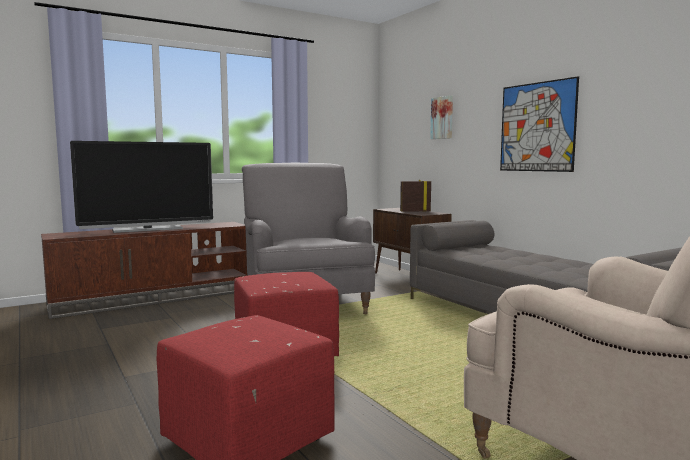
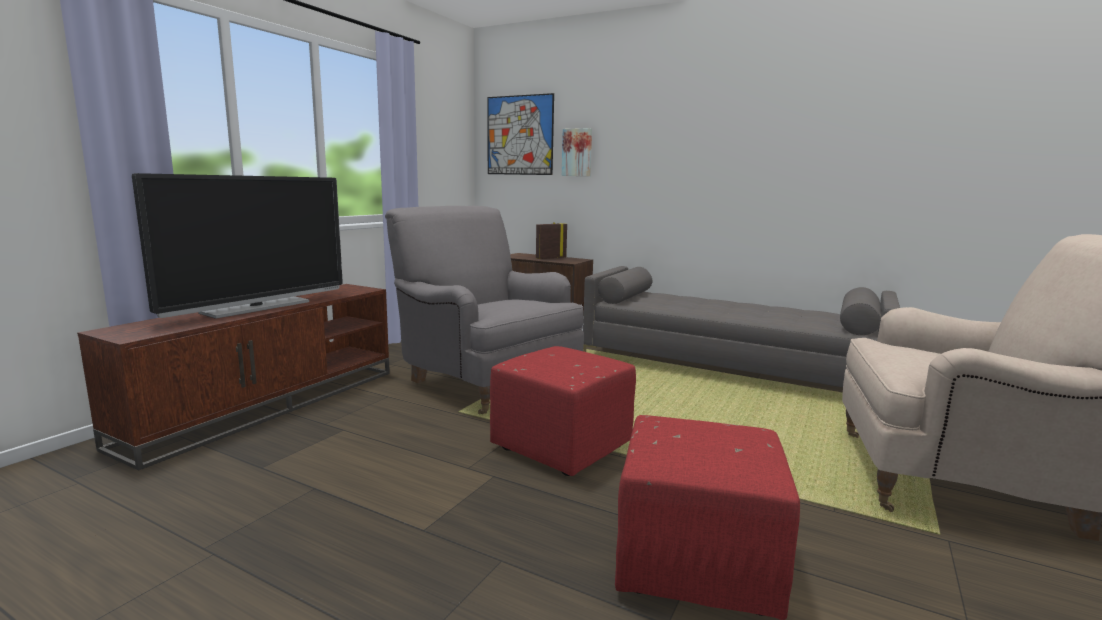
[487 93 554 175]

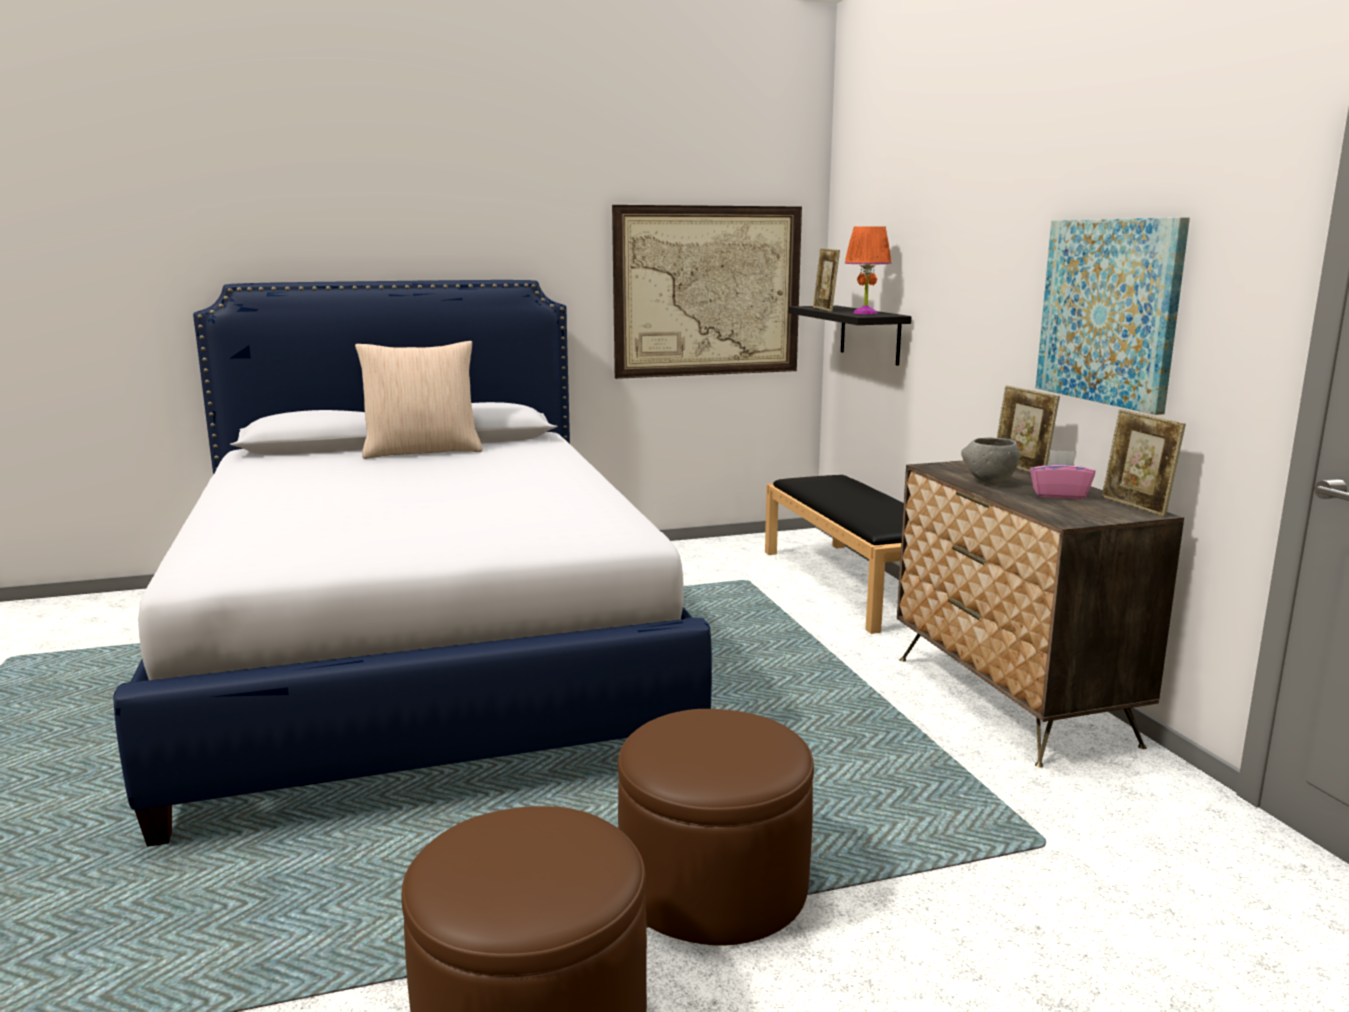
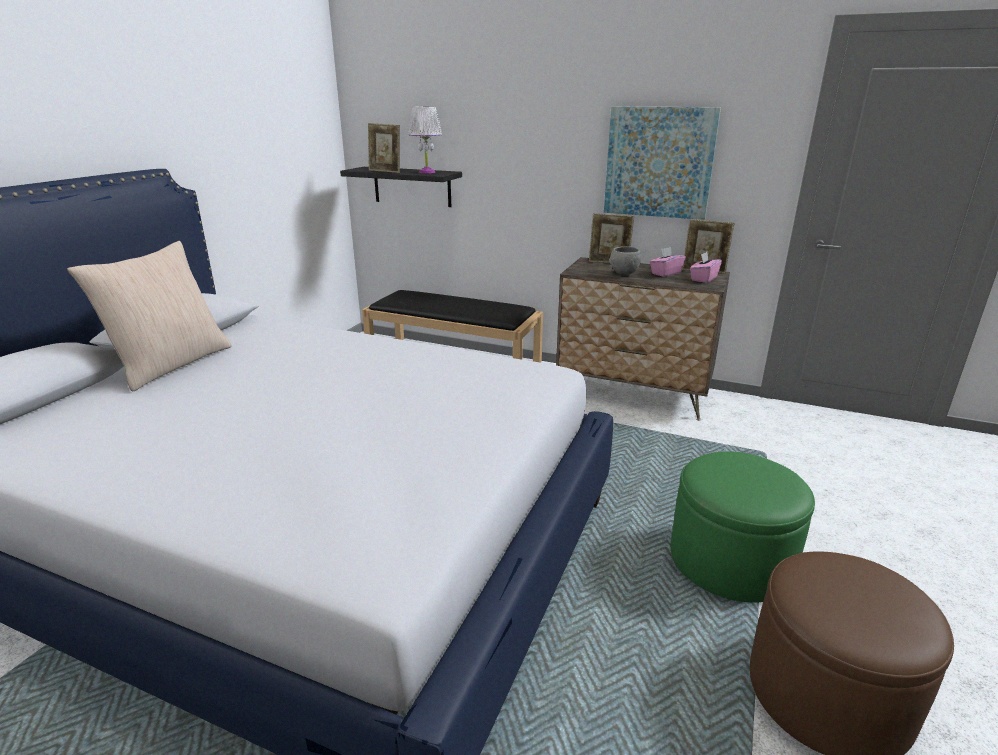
[409 107 442 173]
[671 451 815 602]
[690 252 722 283]
[612 205 802 379] (first image)

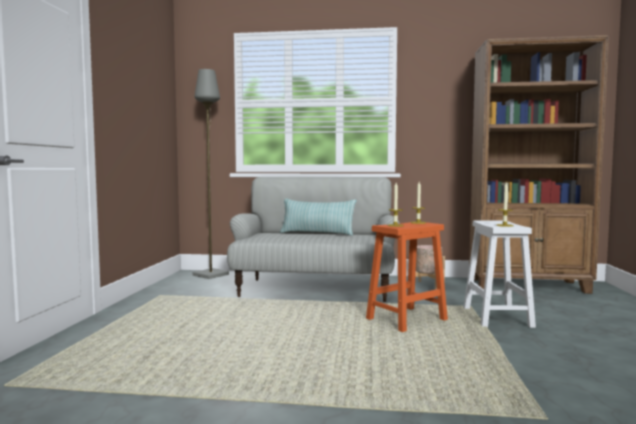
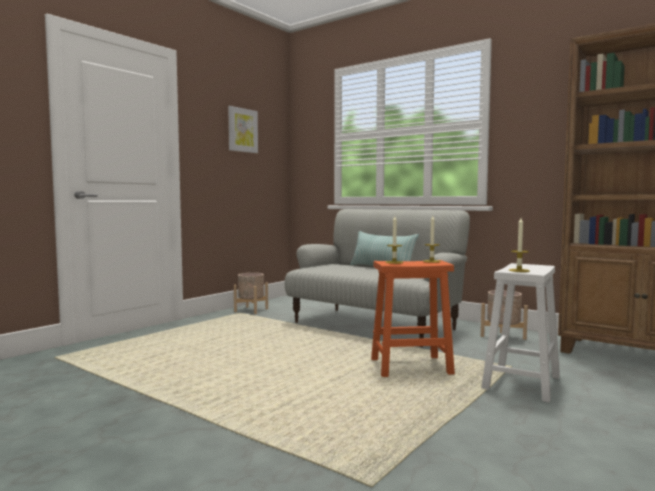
[228 106 258 153]
[234 273 268 314]
[193 69 229 279] (first image)

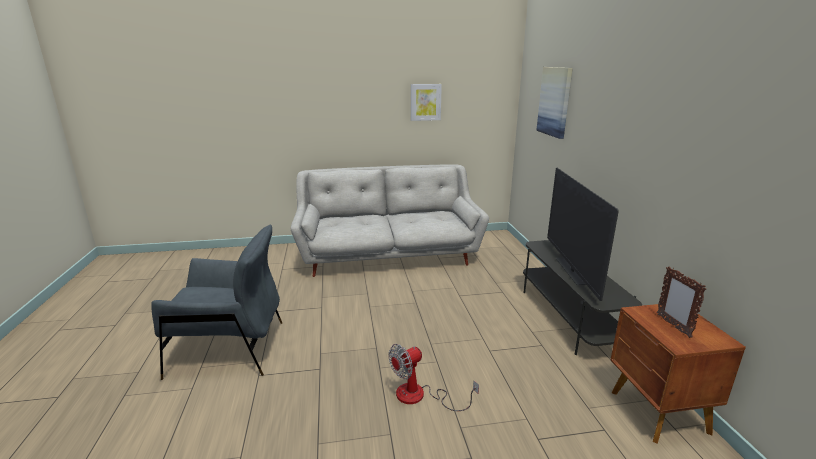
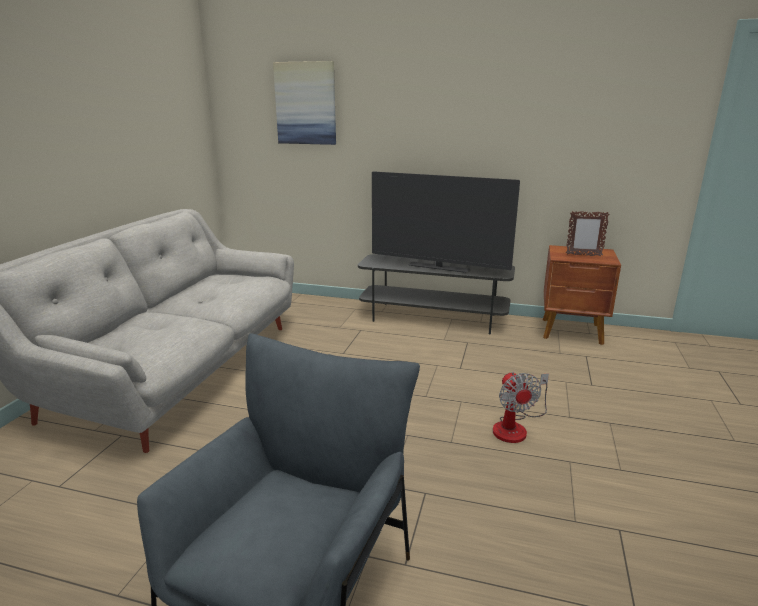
[411 84 442 121] (first image)

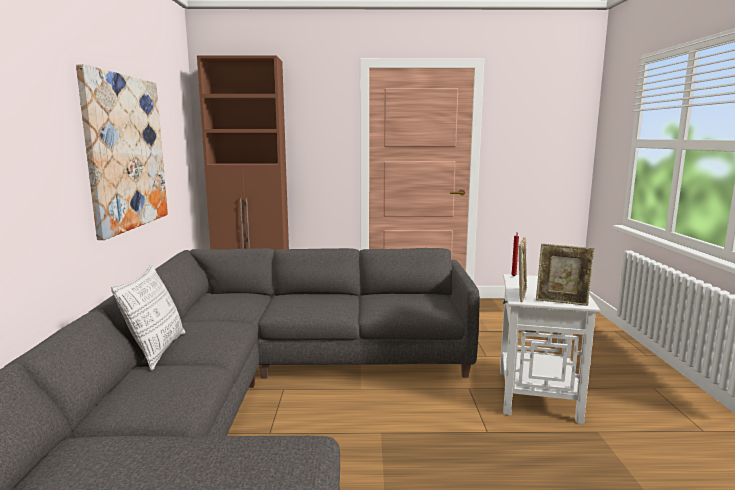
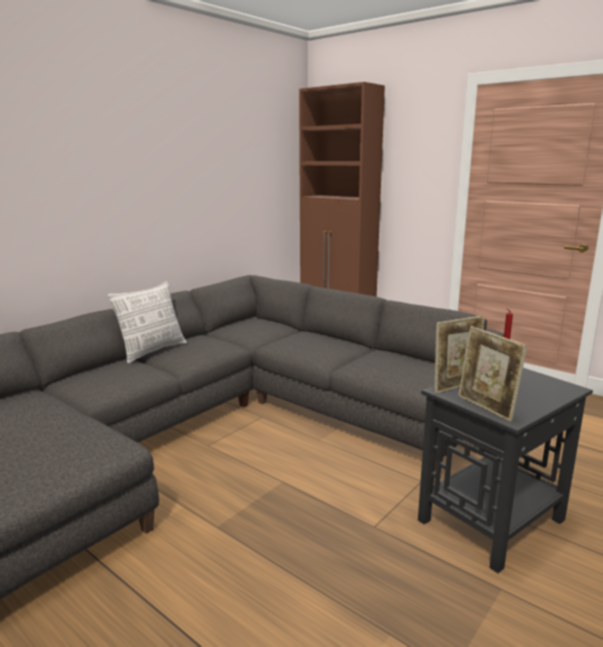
[418 368 593 573]
[76 64 168 240] (first image)

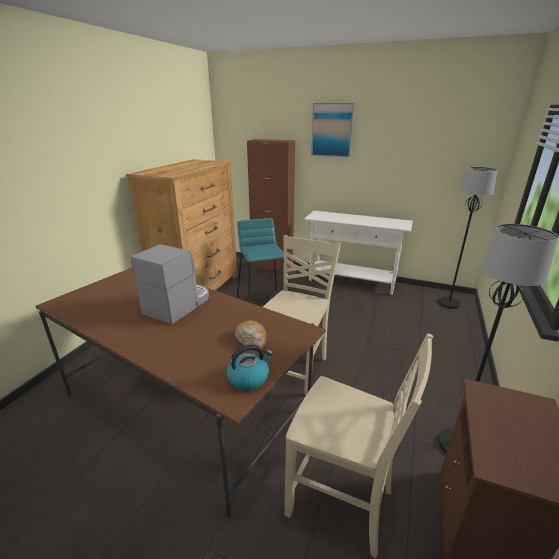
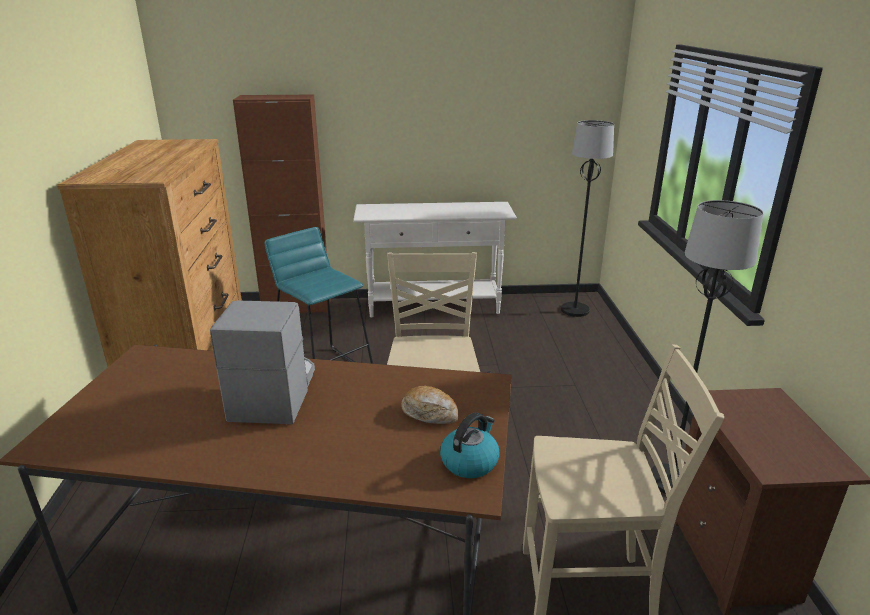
[311 103 355 158] (first image)

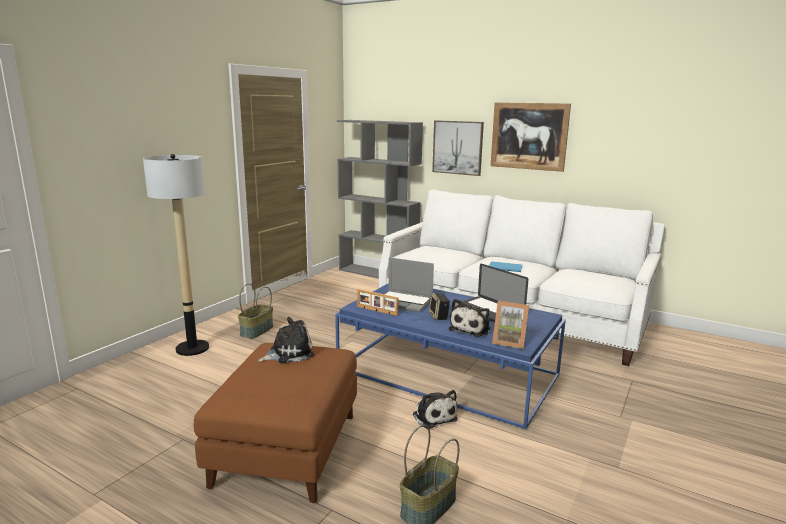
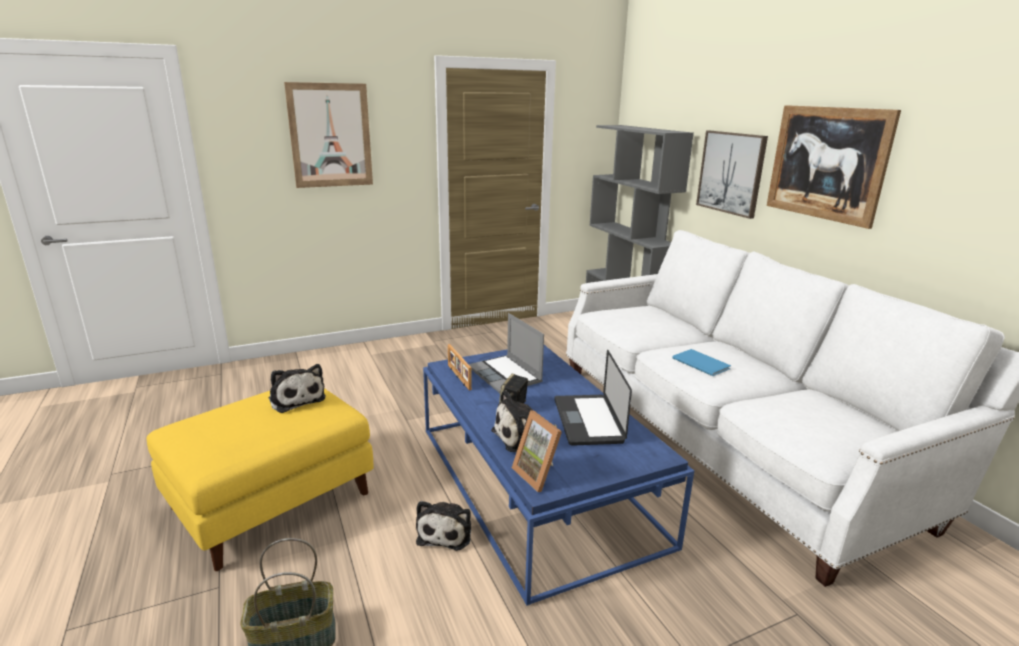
[147 388 373 571]
[269 364 326 413]
[284 82 373 188]
[143 154 209 356] (first image)
[238 284 273 339] (first image)

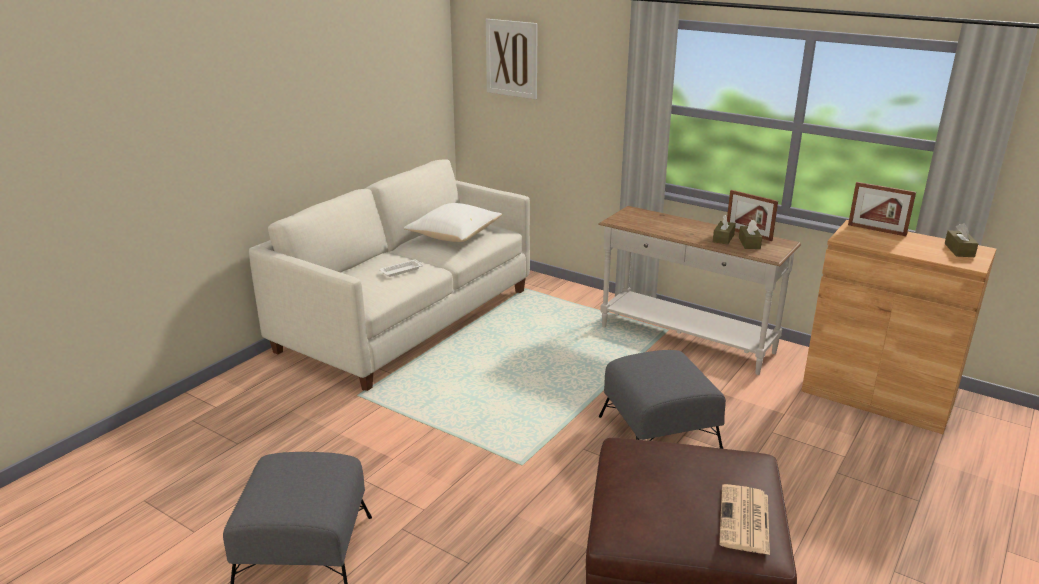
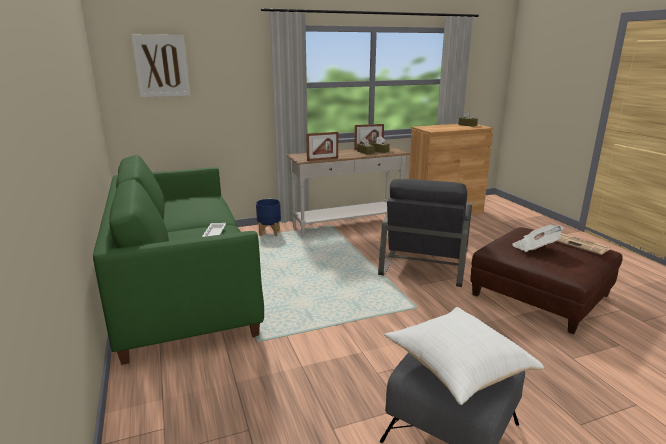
[93 155 264 365]
[256 199 281 236]
[306 132 338 161]
[378 179 472 287]
[384 307 544 405]
[512 225 564 252]

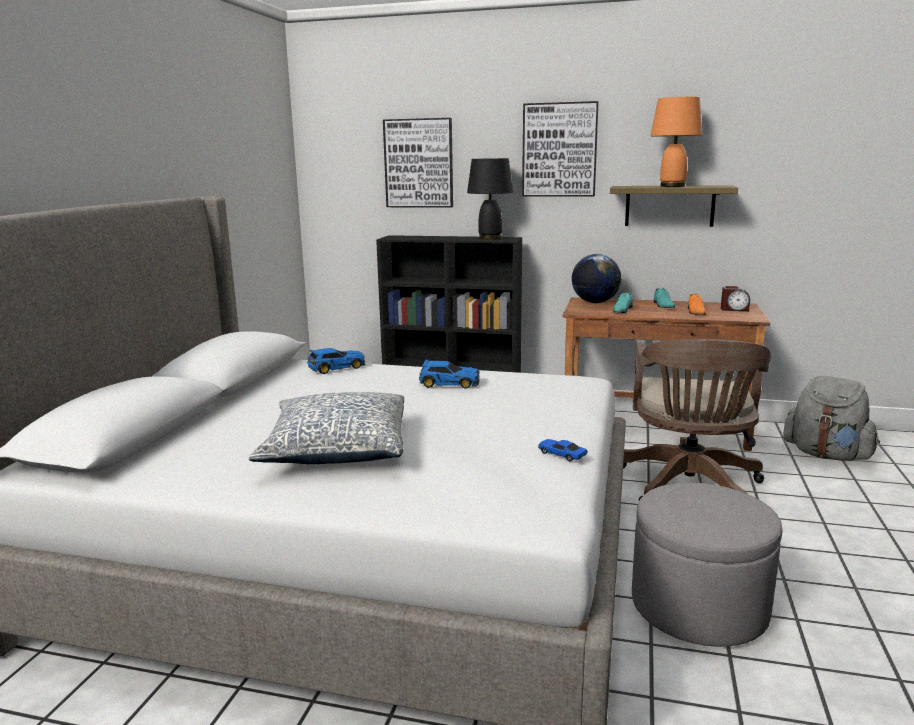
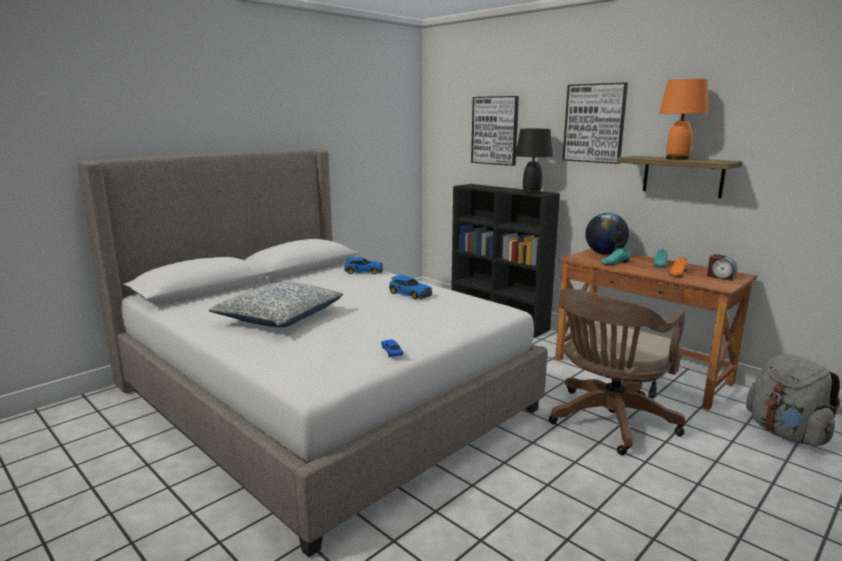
[632 483 783 647] (first image)

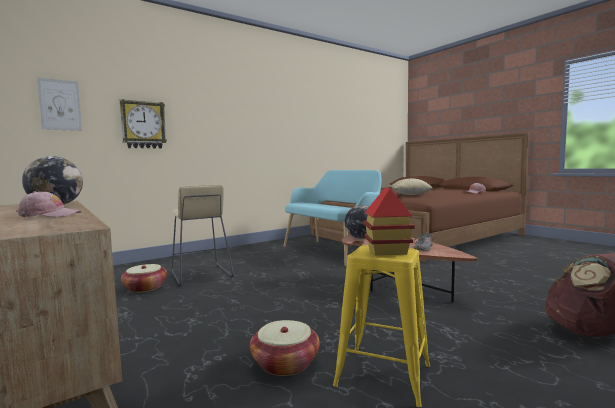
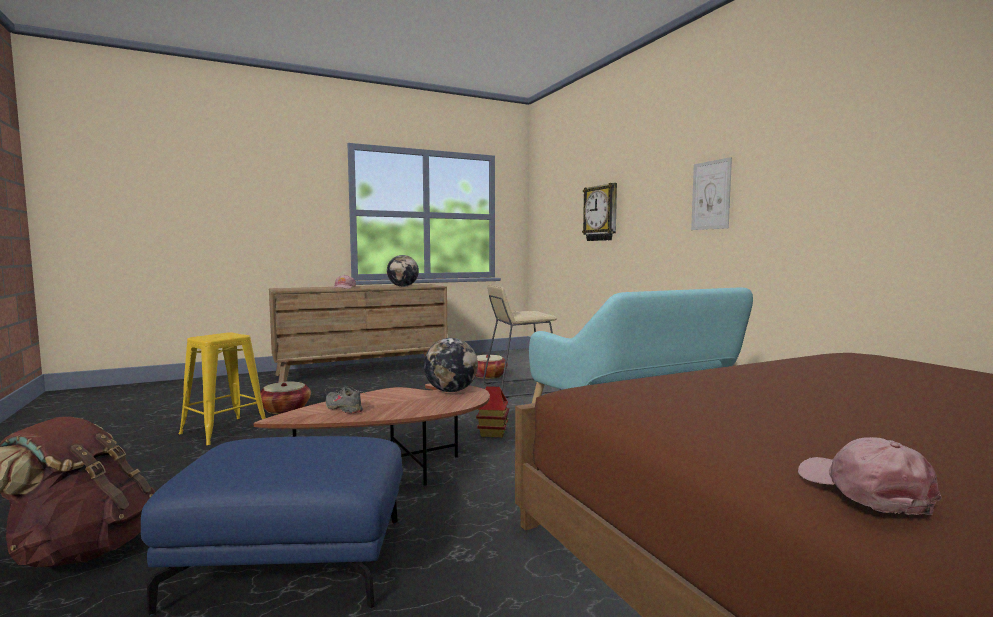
[141 436 403 615]
[476 386 509 438]
[691 157 732 230]
[391 179 433 195] (first image)

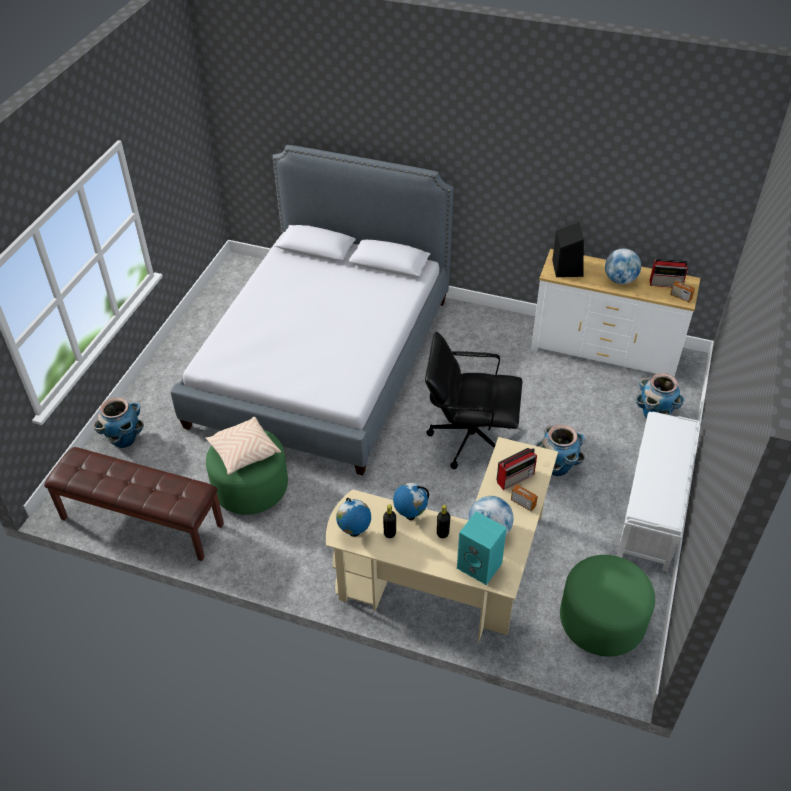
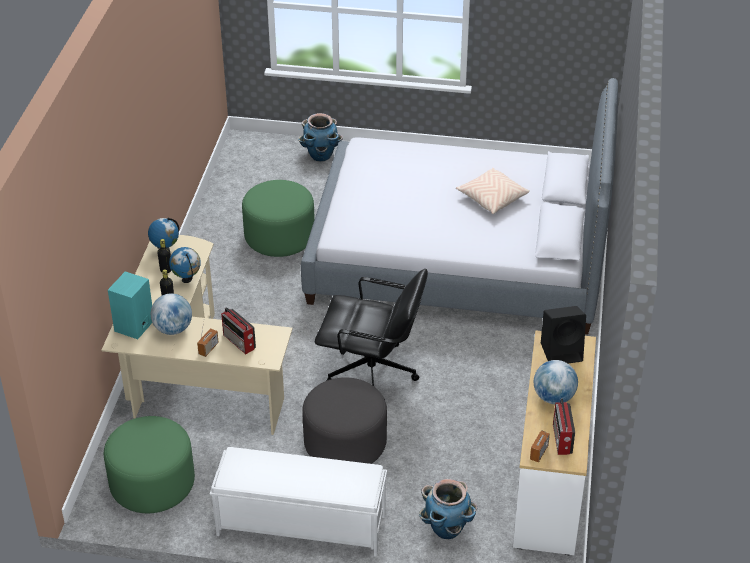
[302 377 387 464]
[315 269 428 386]
[456 168 530 214]
[44 447 224 561] (first image)

